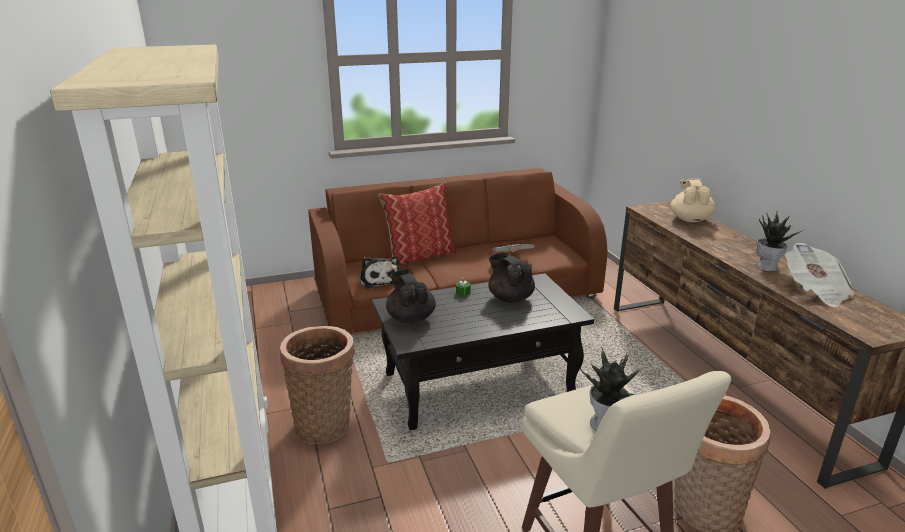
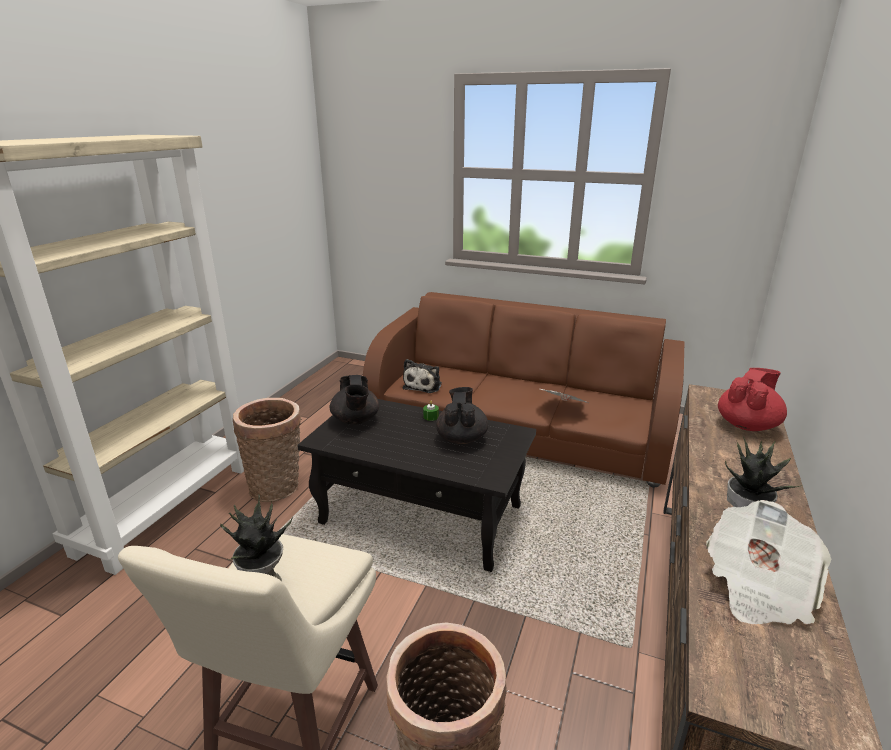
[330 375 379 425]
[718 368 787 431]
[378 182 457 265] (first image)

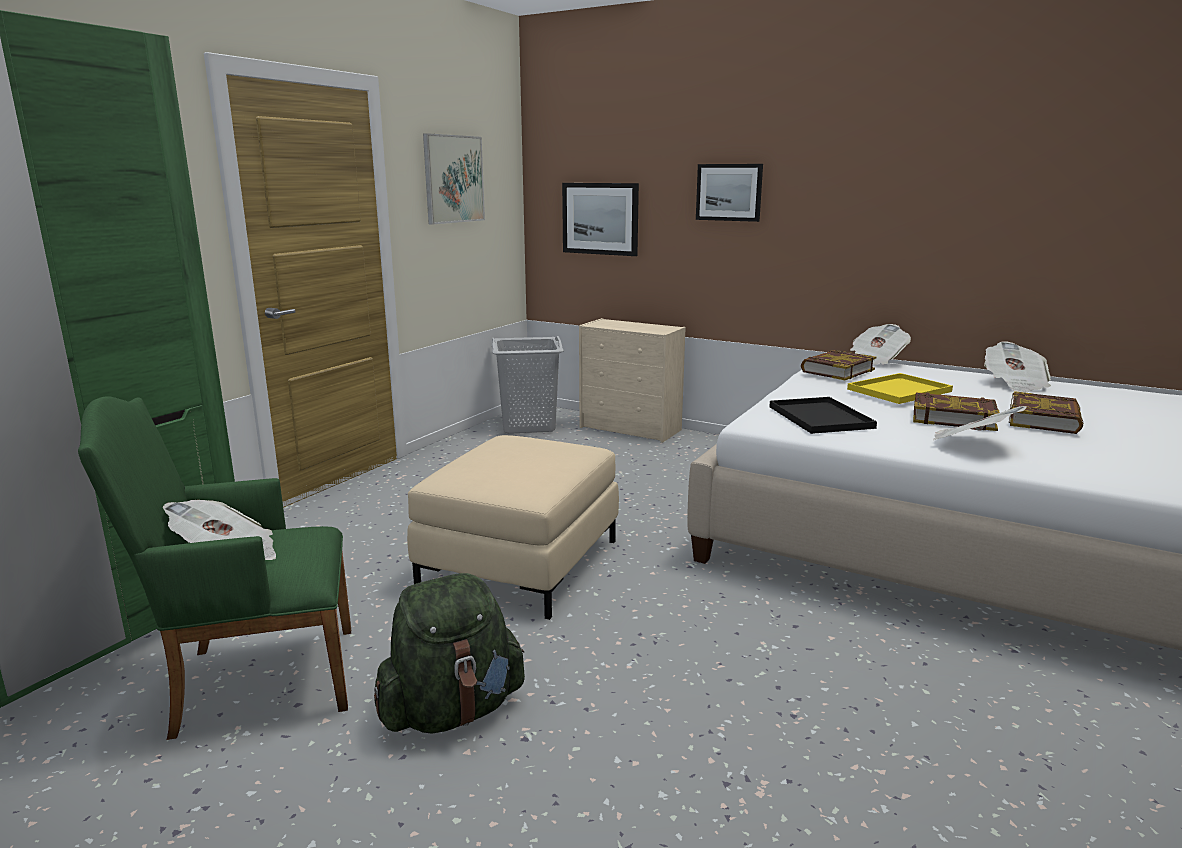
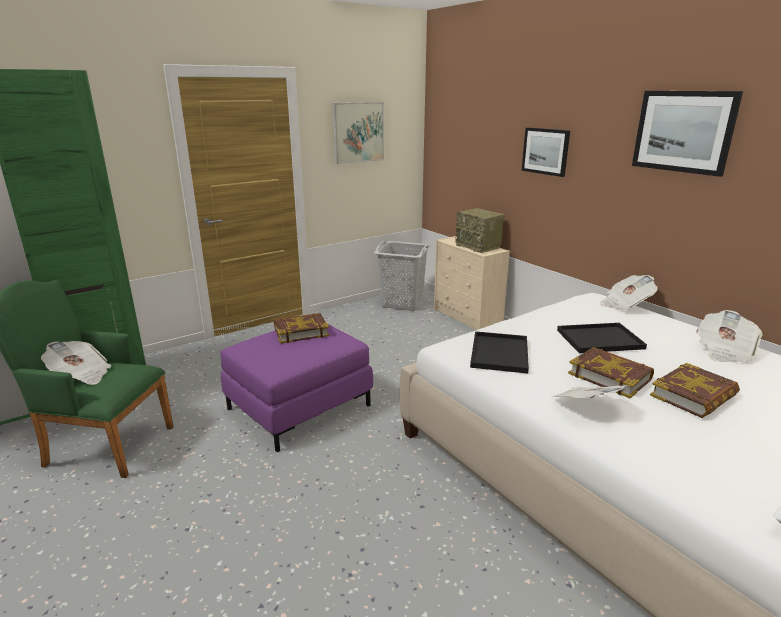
[220 324 373 452]
[274 313 329 344]
[455 208 504 253]
[557 323 647 353]
[632 91 743 177]
[374 573 525 733] (first image)

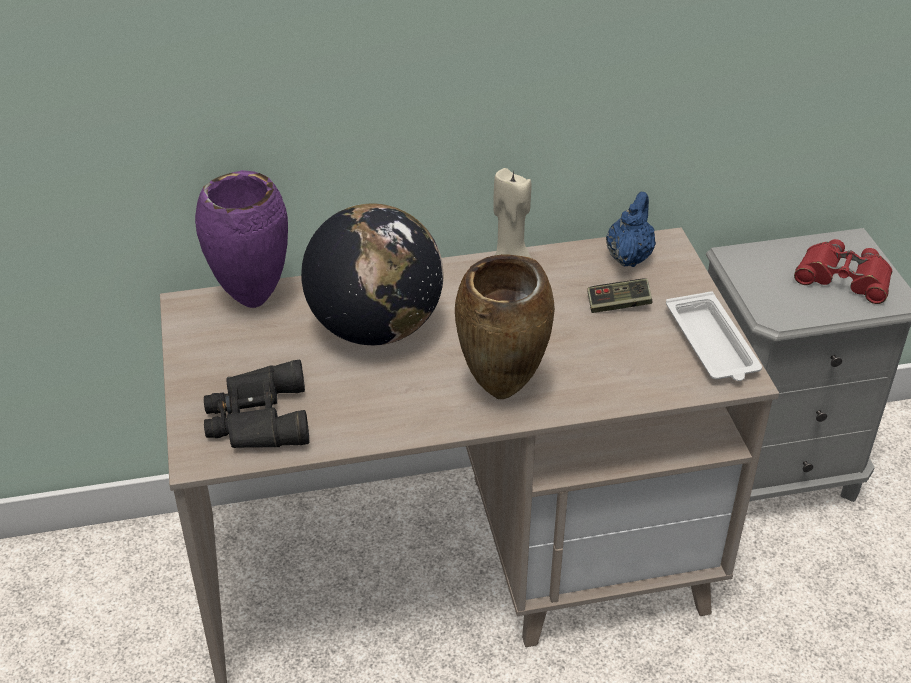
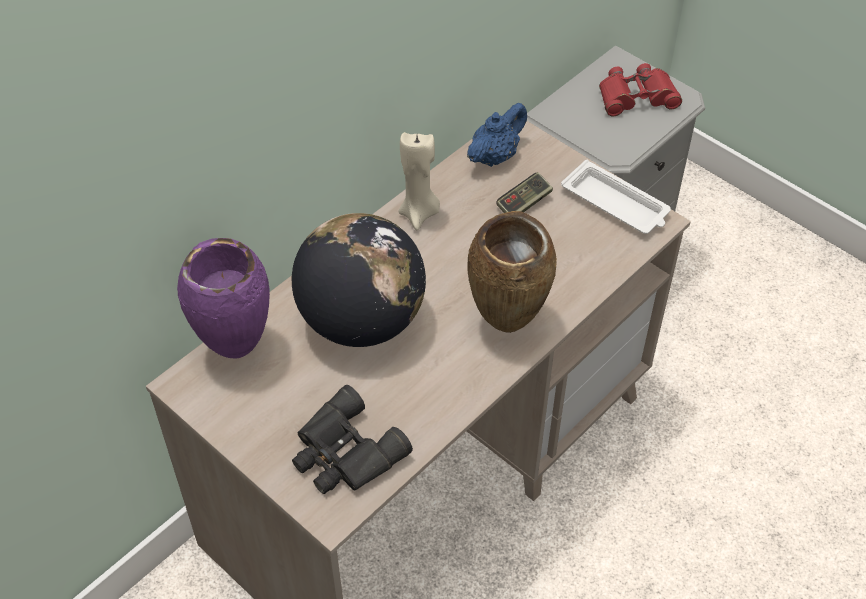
[467 103 527 167]

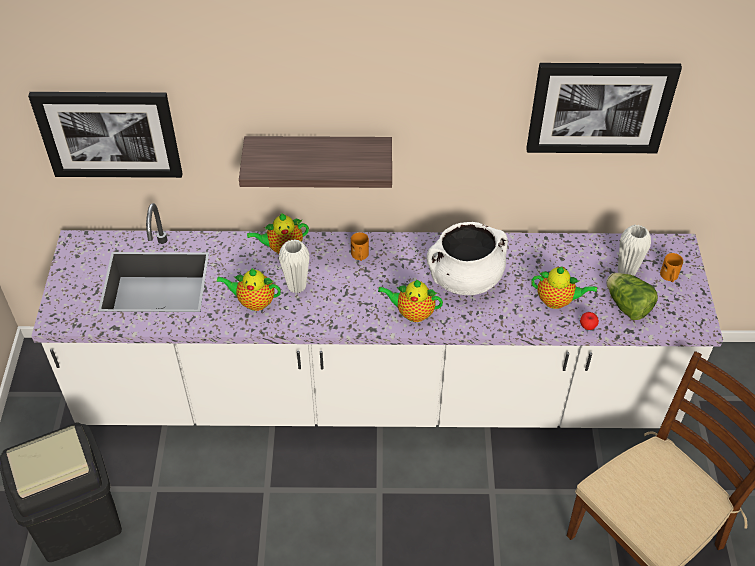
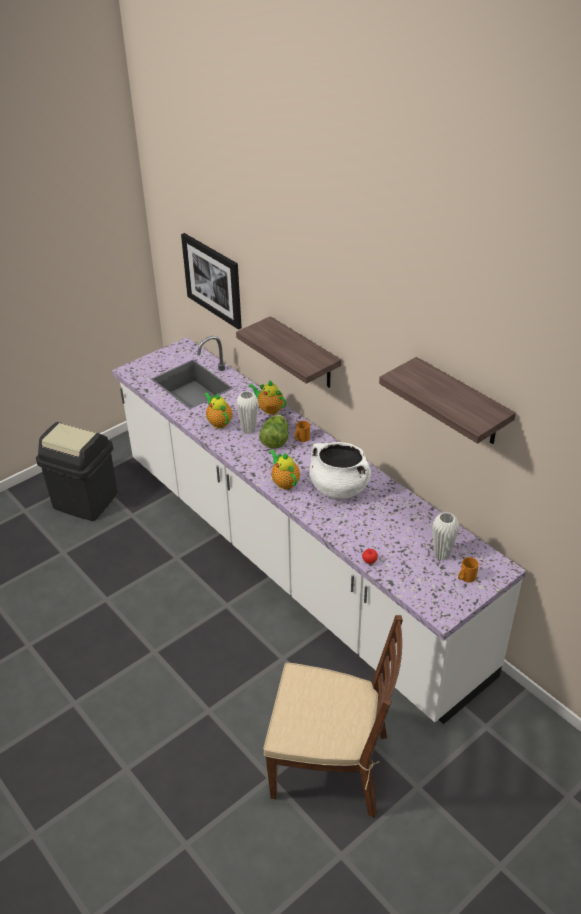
[259 415 288 449]
[379 357 516 444]
[531 266 597 309] (first image)

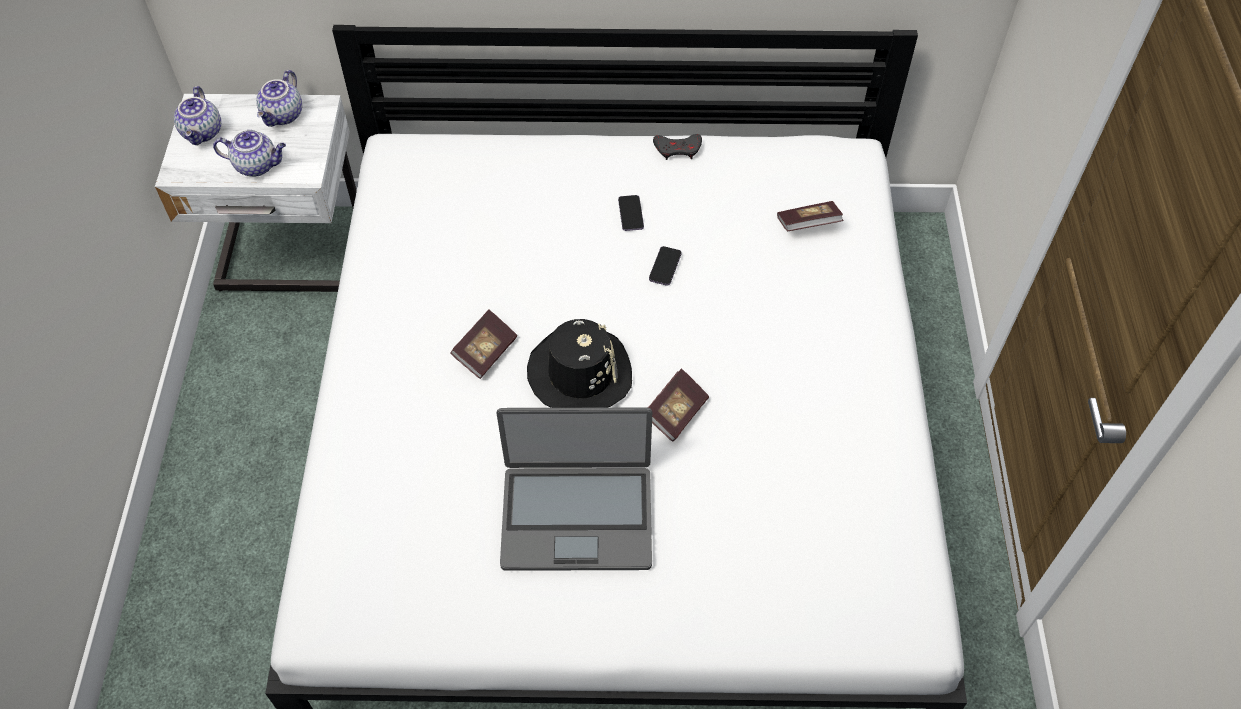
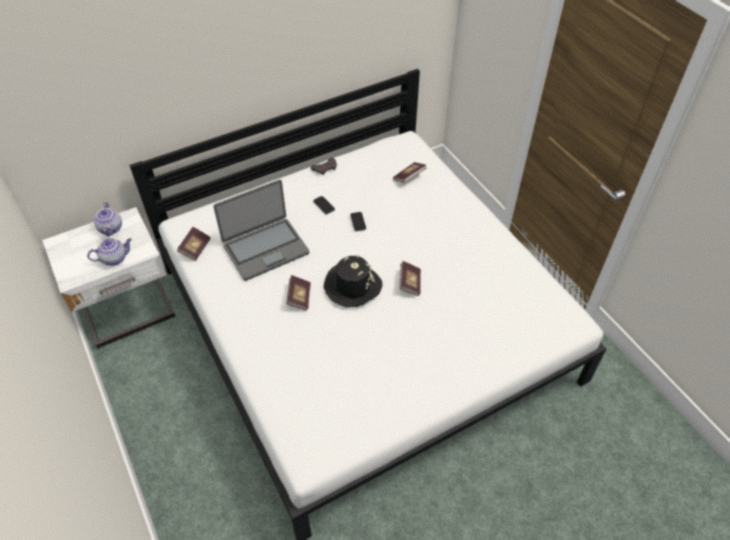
[177 227 210 261]
[213 180 309 281]
[174 86 221 145] (first image)

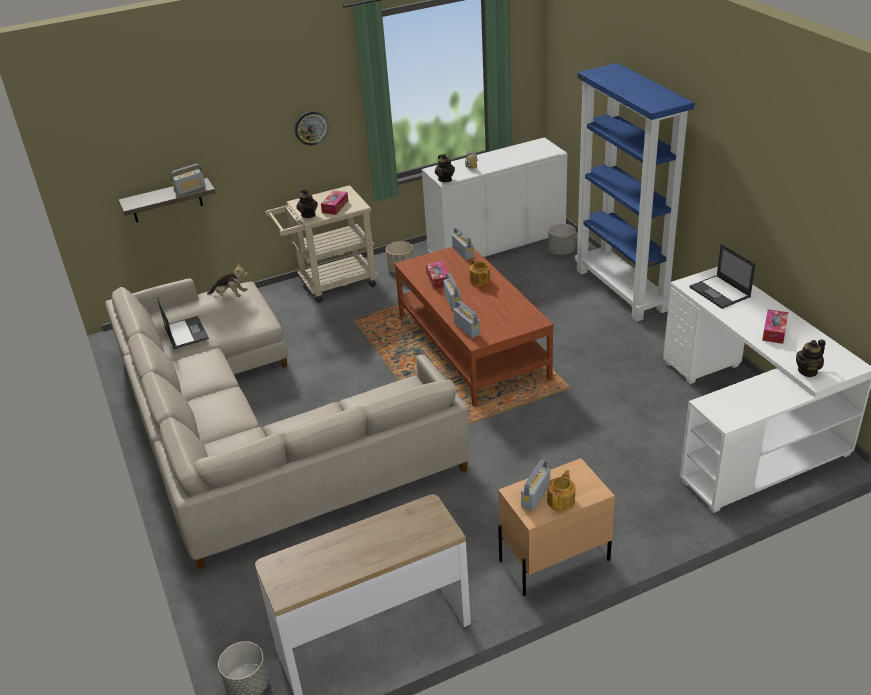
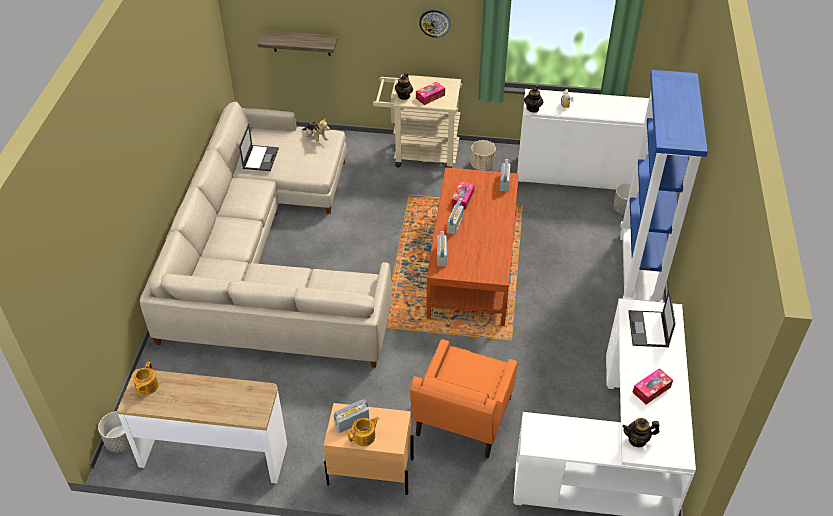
[133 362 159 395]
[410 339 518 458]
[171 164 205 195] (first image)

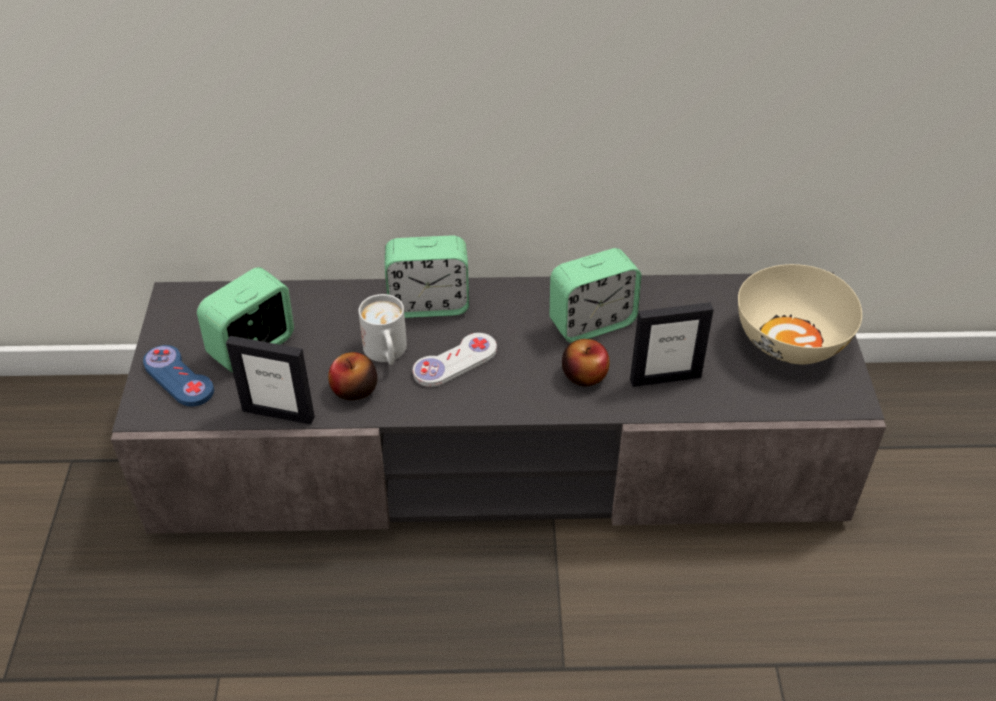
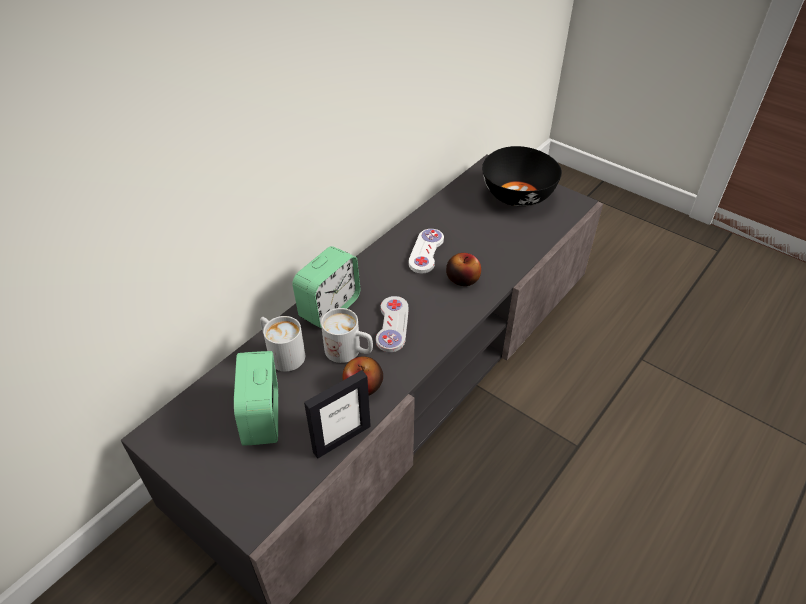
[260 316 305 371]
[409 229 444 273]
[482 146 562 206]
[143 345 214 406] (first image)
[630 302 714 387] (first image)

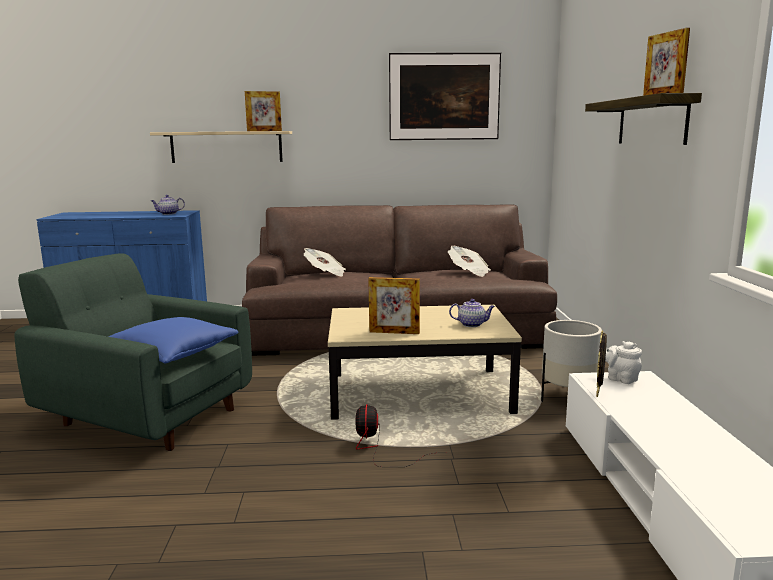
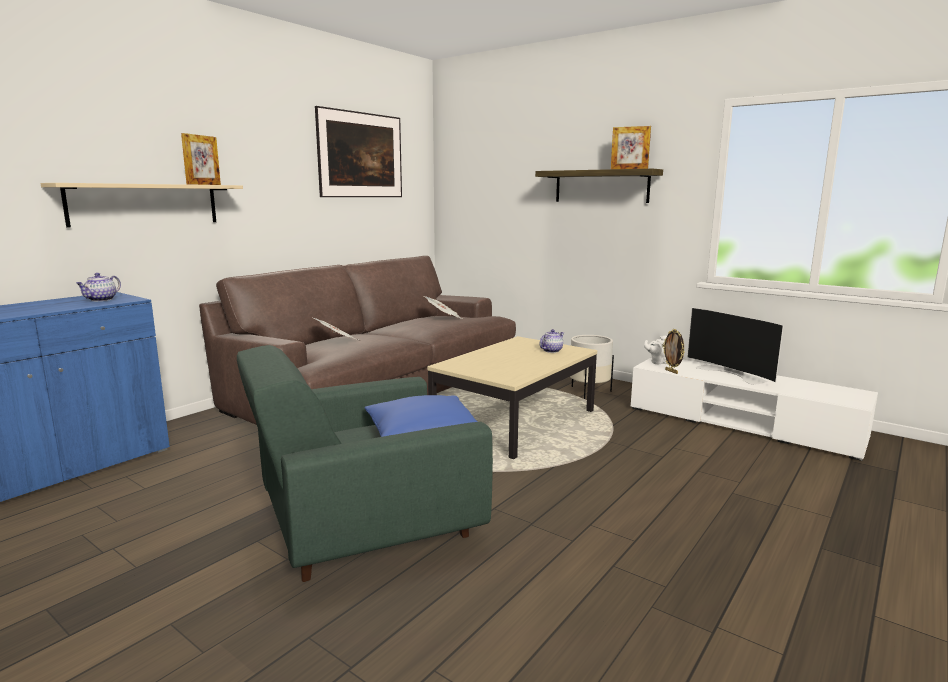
[687 308 784 384]
[356 404 446 467] (first image)
[368 277 420 334] (first image)

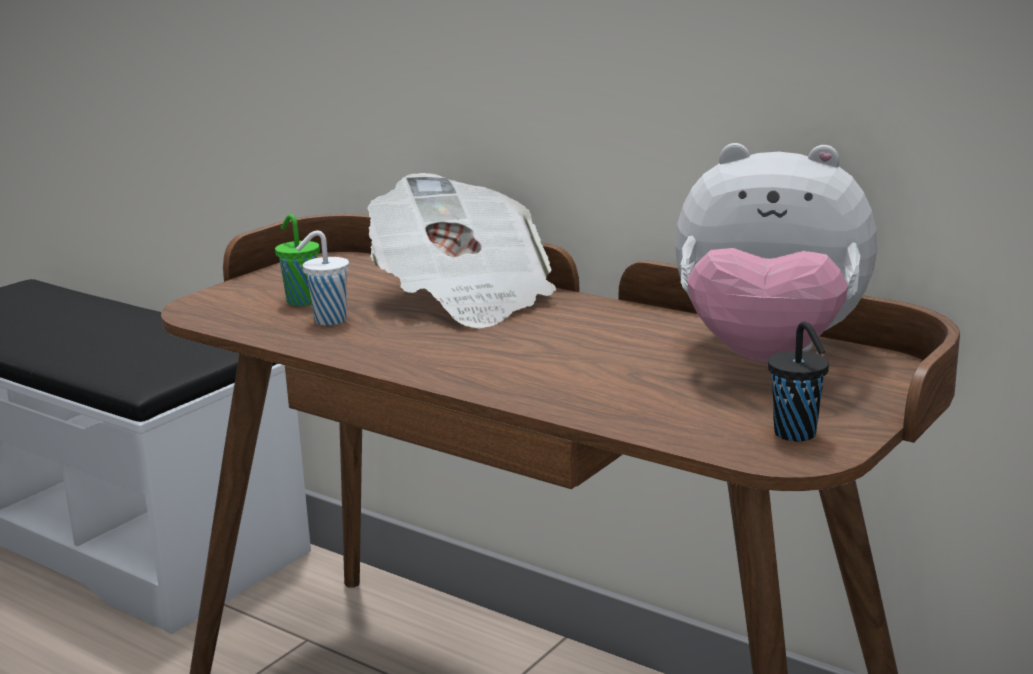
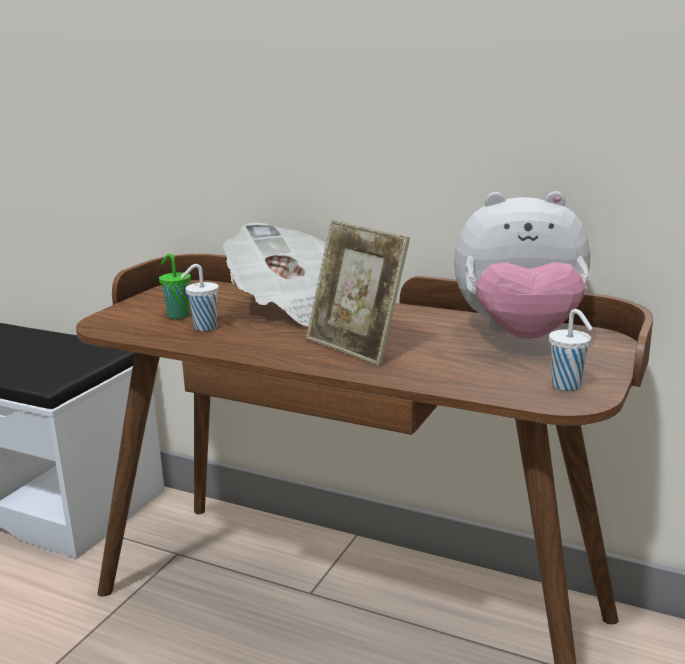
[306 219 410 366]
[549 309 593 391]

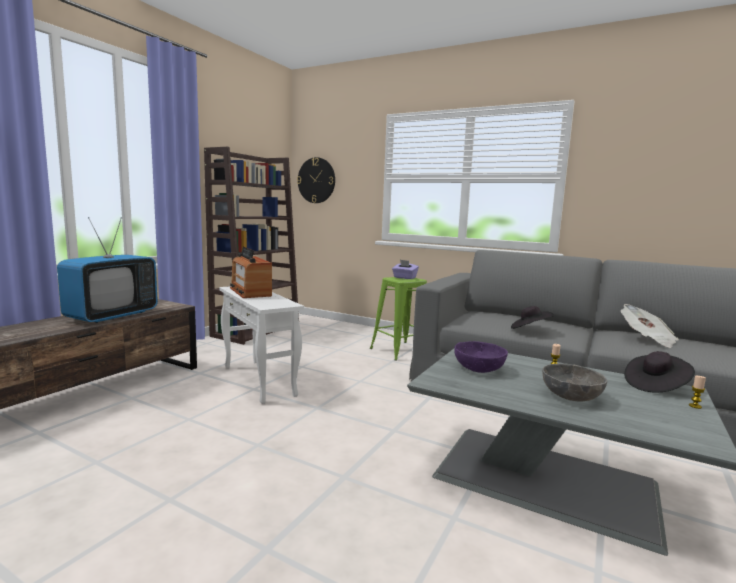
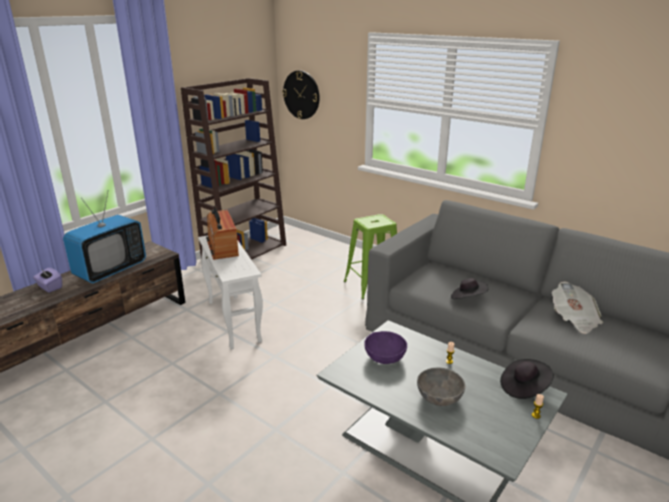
[33 268 62 293]

